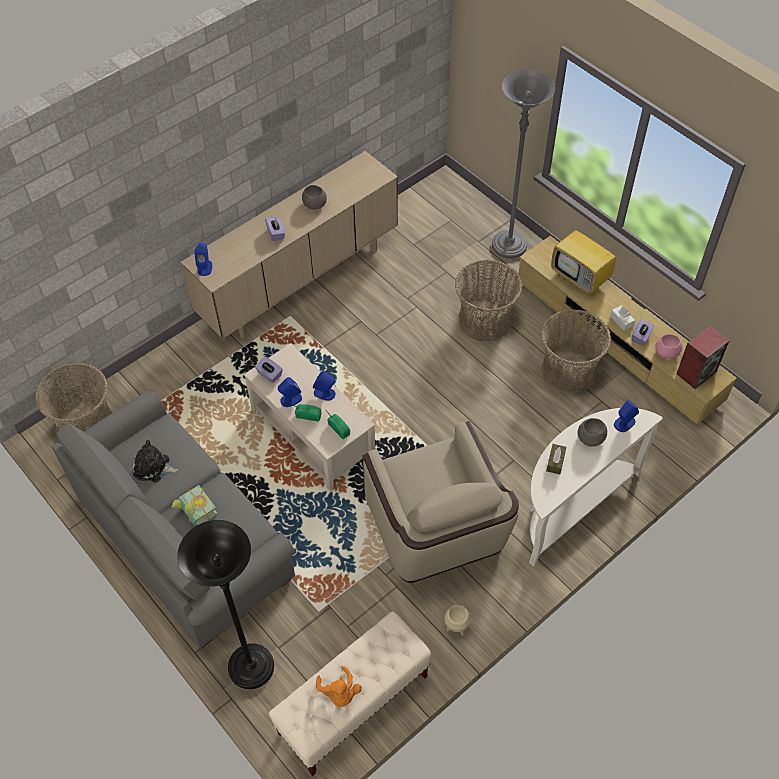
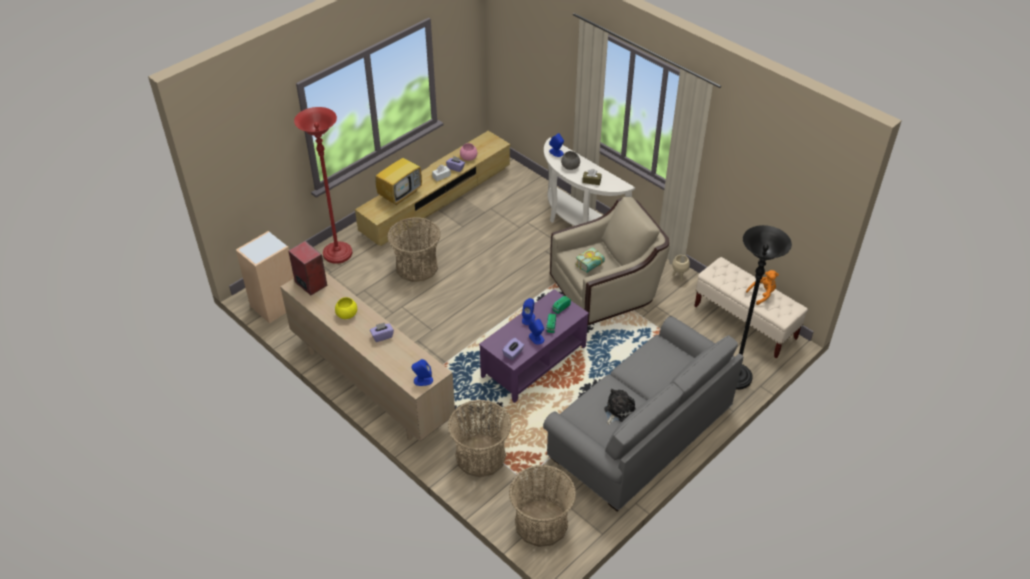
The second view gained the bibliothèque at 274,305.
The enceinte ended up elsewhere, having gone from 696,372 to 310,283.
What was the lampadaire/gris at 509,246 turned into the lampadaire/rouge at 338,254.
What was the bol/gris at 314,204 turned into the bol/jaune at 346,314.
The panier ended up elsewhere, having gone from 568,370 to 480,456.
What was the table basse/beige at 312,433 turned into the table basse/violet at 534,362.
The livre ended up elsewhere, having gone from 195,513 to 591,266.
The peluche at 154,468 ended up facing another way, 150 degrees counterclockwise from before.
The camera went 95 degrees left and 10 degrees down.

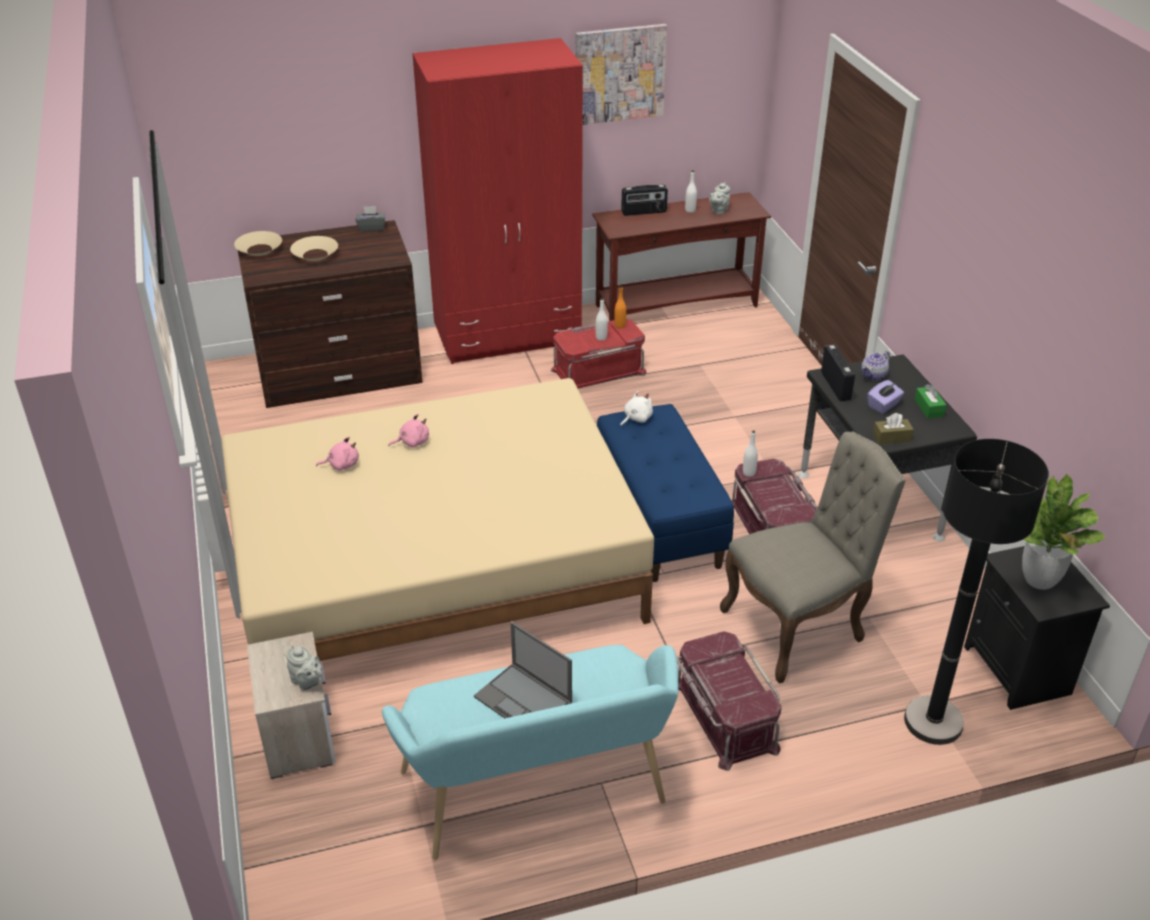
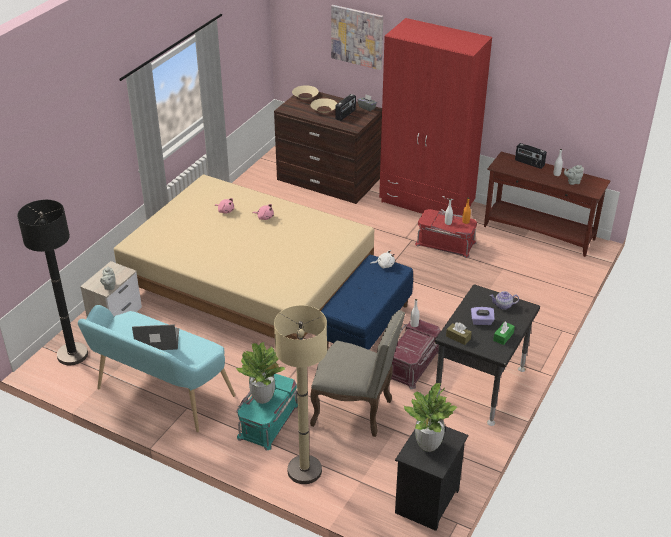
The lampadaire/noir ended up elsewhere, having gone from 933,722 to 72,355.
The ordinateur portable at 524,700 ended up facing another way, 90 degrees clockwise from before.
The second view gained the plante en pot at 263,397.
What was the boîte de rangement/rouge at 723,717 turned into the boîte de rangement/turquoise at 268,421.
The second view gained the lampadaire/beige at 304,470.
The tableau ended up elsewhere, having gone from 619,74 to 357,36.
The radio ended up elsewhere, having gone from 836,386 to 346,114.
The camera went 45 degrees right and 0 degrees up.

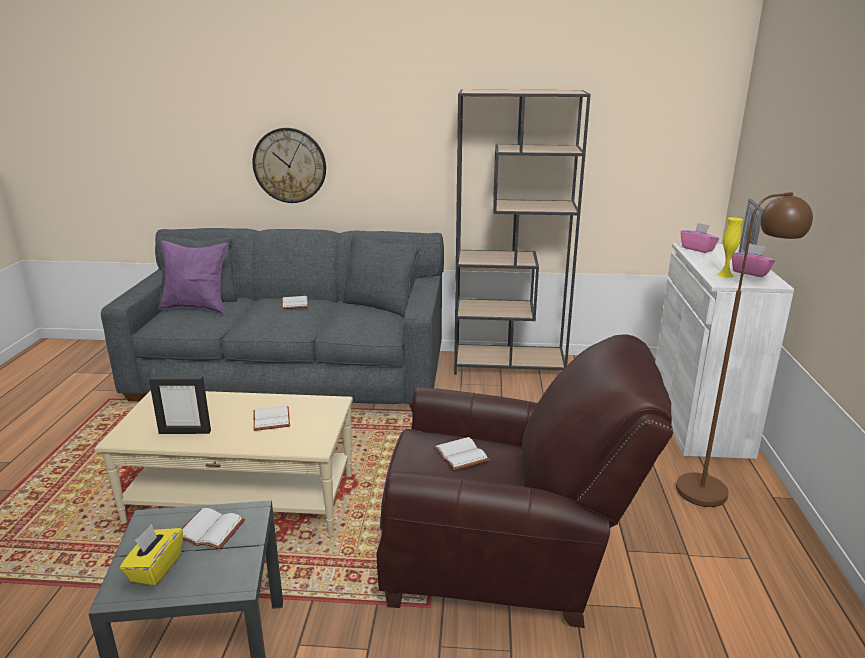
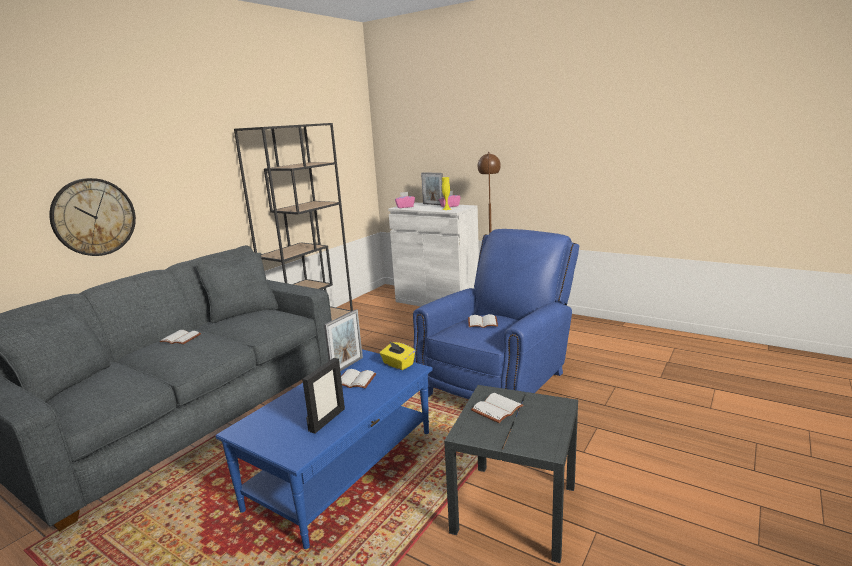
What was the table basse/beige at 243,498 turned into the table basse/bleu at 344,468.
The second view gained the cadre photo at 347,366.
The boîte à mouchoirs/jaune ended up elsewhere, having gone from 155,568 to 398,364.
What was the fauteuil/marron at 507,559 turned into the fauteuil/bleu at 500,379.
The second view lost the coussin/violet at 197,307.
The camera went 60 degrees left and 5 degrees down.

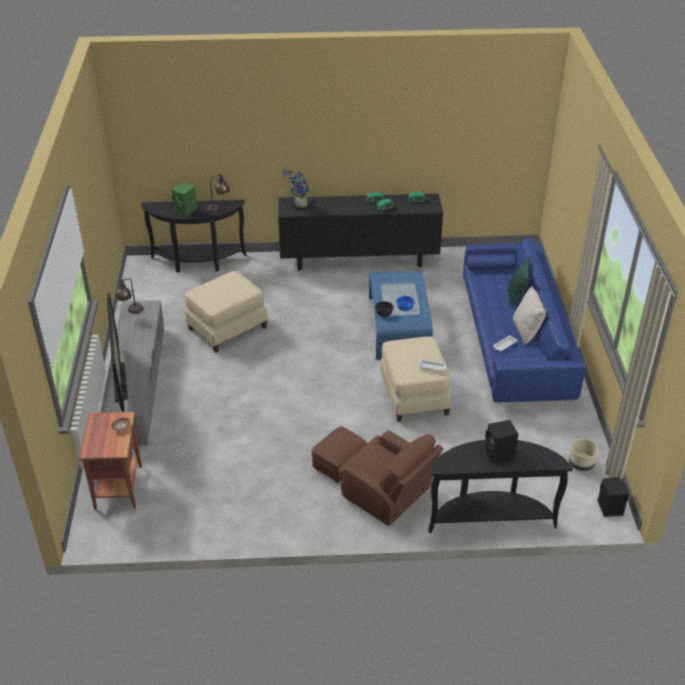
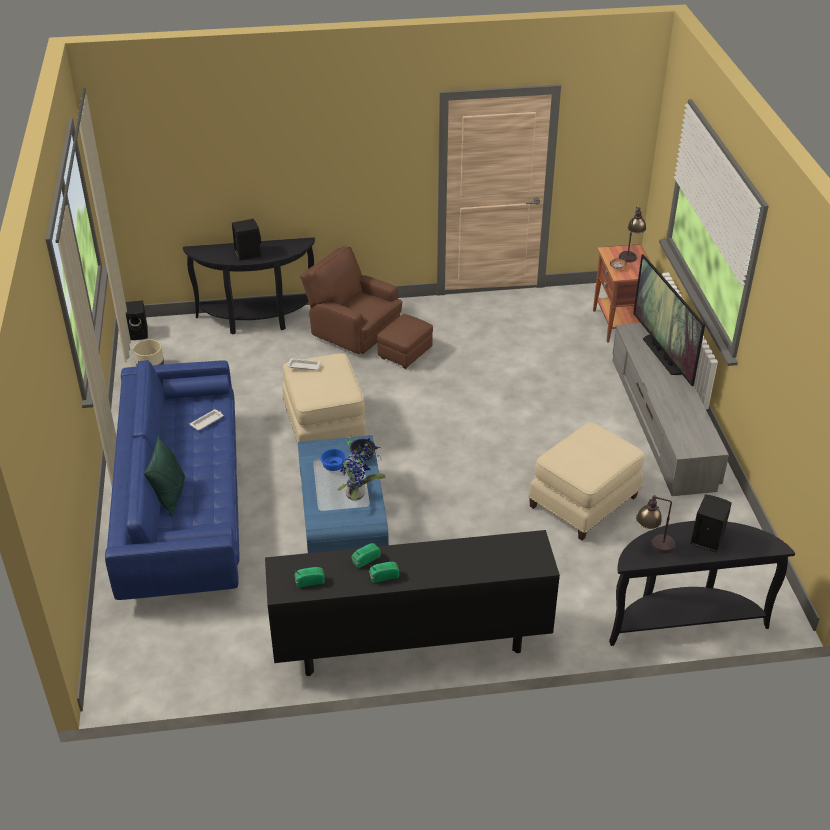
The plante en pot ended up elsewhere, having gone from 299,205 to 358,494.
The lampe de table ended up elsewhere, having gone from 131,312 to 630,254.
What was the enceinte/vert at 186,210 turned into the enceinte/noir at 706,538.
The second view lost the coussin/beige at 526,331.
The camera went 175 degrees right and 0 degrees up.

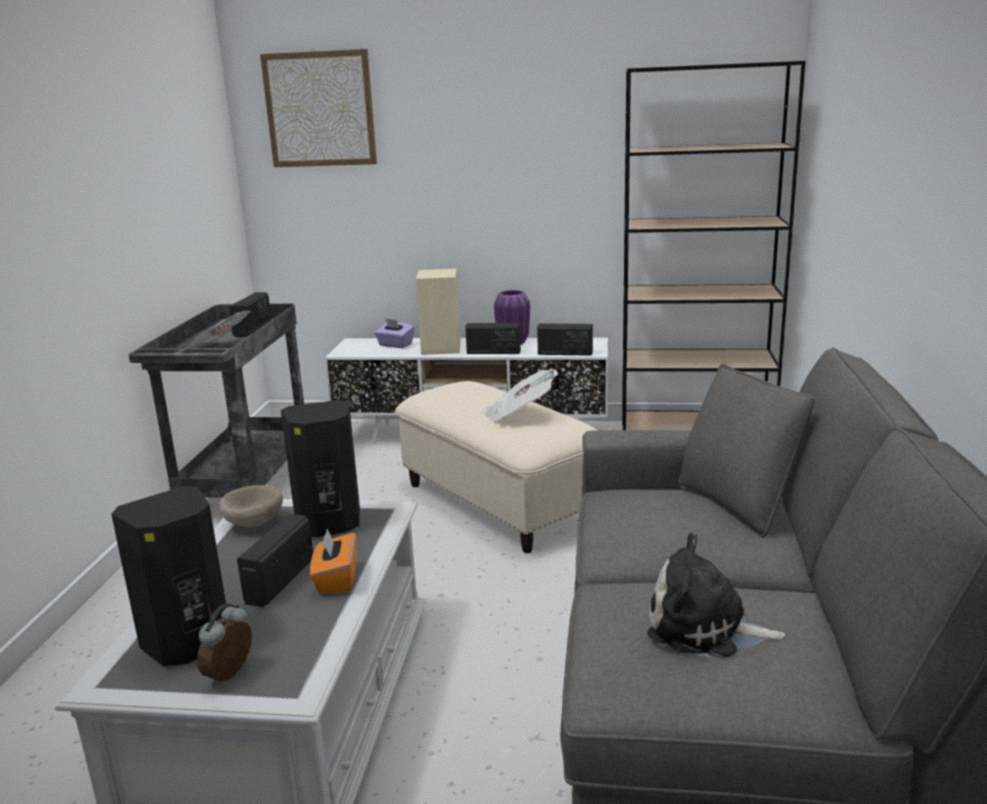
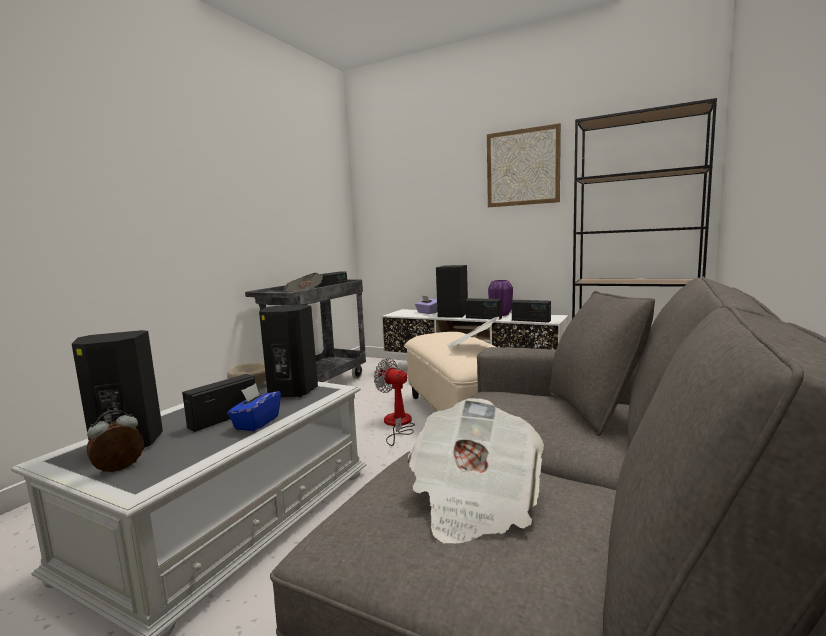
What was the boîte à mouchoirs/orange at 336,580 turned into the boîte à mouchoirs/bleu at 256,423.
The second view gained the ventilateur at 397,425.
Where the peluche stood at 704,628, the journal came to stand at 474,500.
What was the enceinte/beige at 441,347 turned into the enceinte/noir at 453,314.
The tableau ended up elsewhere, having gone from 319,108 to 522,166.
The camera went 20 degrees right and 10 degrees down.

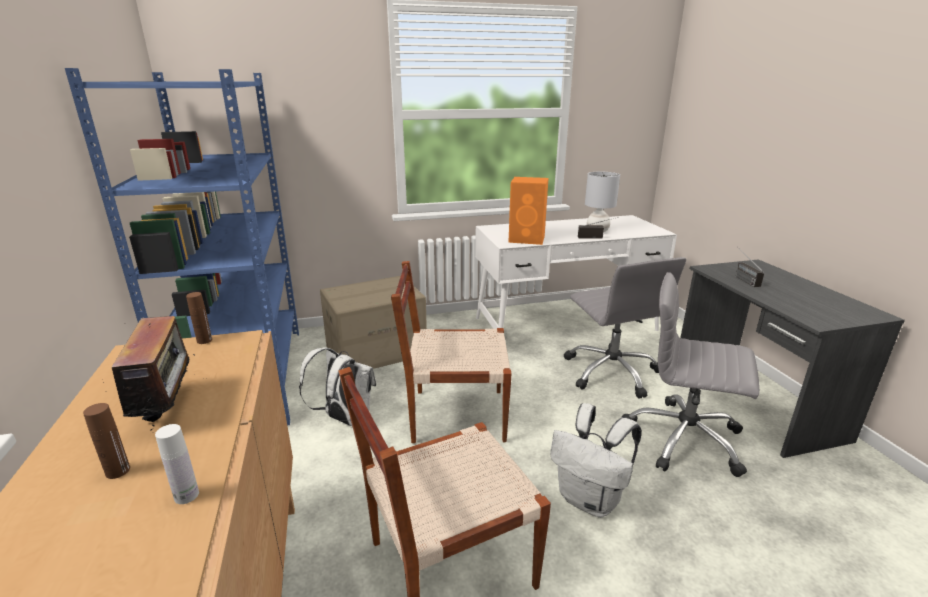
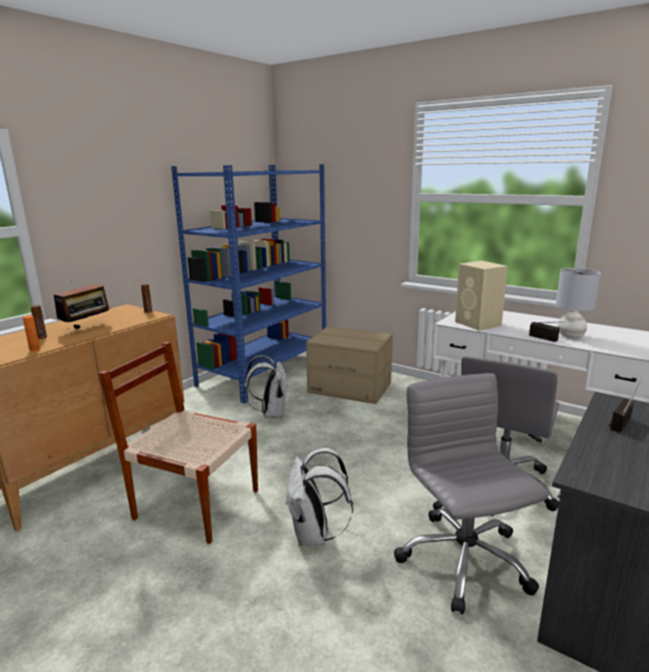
What was the bouteille/blanc at 186,495 turned into the bouteille/orange at 35,349.
What was the enceinte/orange at 528,239 turned into the enceinte/beige at 478,324.
The second view lost the chaise at 455,415.
The camera went 50 degrees right and 5 degrees down.

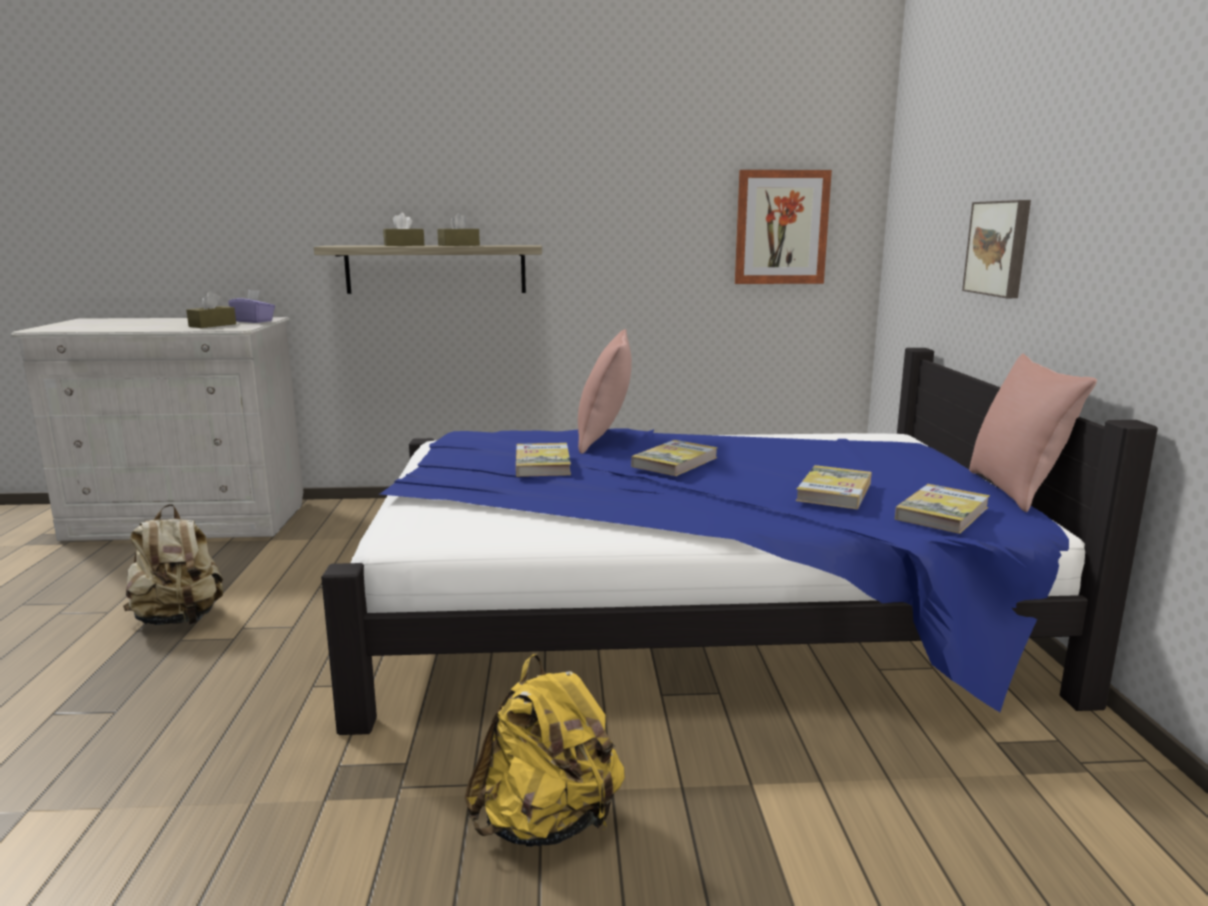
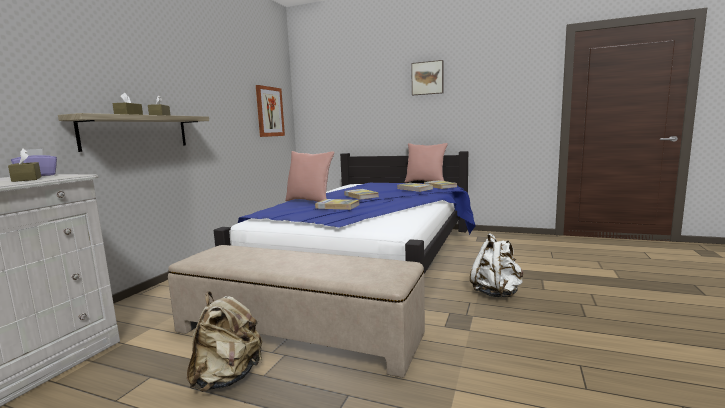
The second view gained the banc/beige at 298,332.
The tableau ended up elsewhere, having gone from 999,248 to 427,78.
What was the sac à dos/jaune at 547,823 turned into the sac à dos/blanc at 496,293.
The camera went 65 degrees left and 5 degrees down.

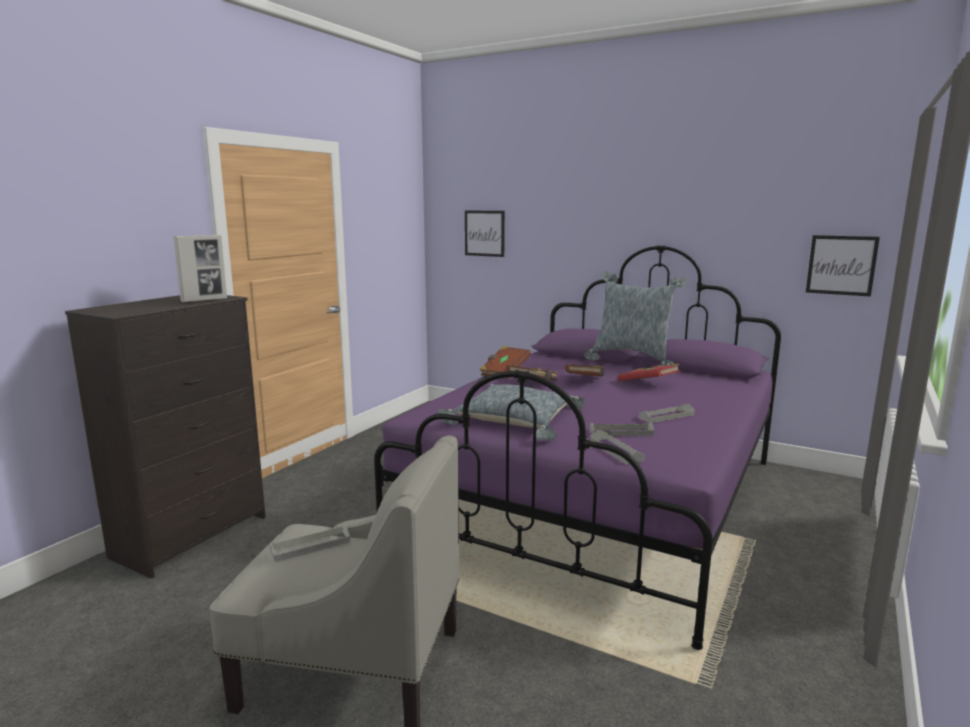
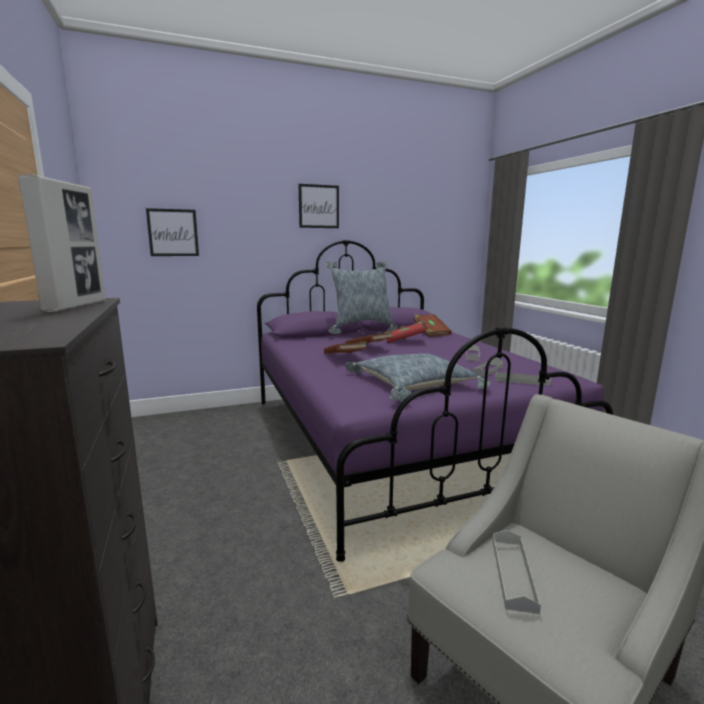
The tableau ended up elsewhere, having gone from 841,265 to 319,206.
The livre/marron ended up elsewhere, having gone from 504,372 to 430,333.
The camera went 50 degrees left and 0 degrees up.

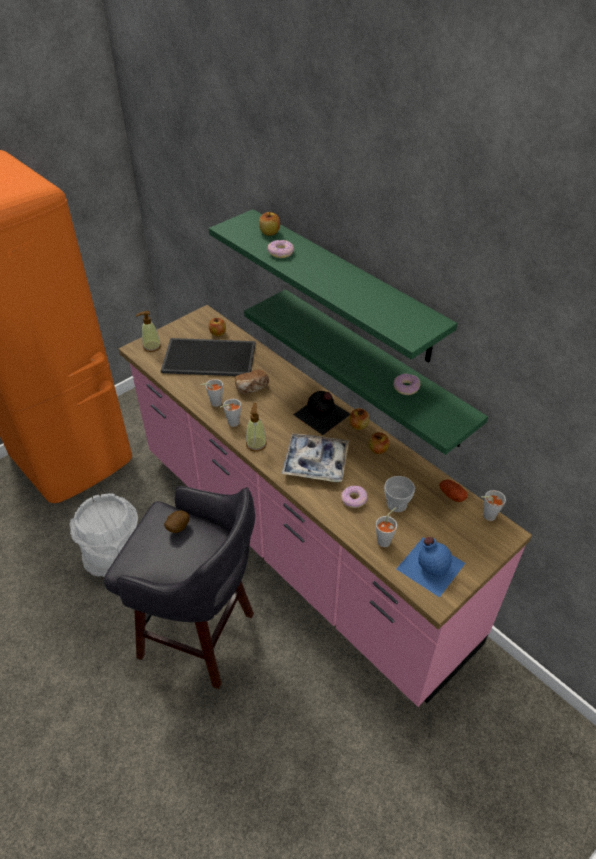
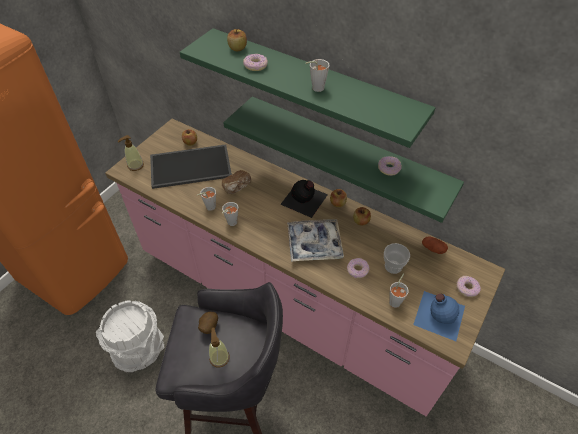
The distributeur de savon ended up elsewhere, having gone from 256,444 to 219,357.
The tasse/gris ended up elsewhere, having gone from 486,516 to 315,88.
The second view gained the beignet at 467,288.
The camera went 15 degrees left and 5 degrees up.

